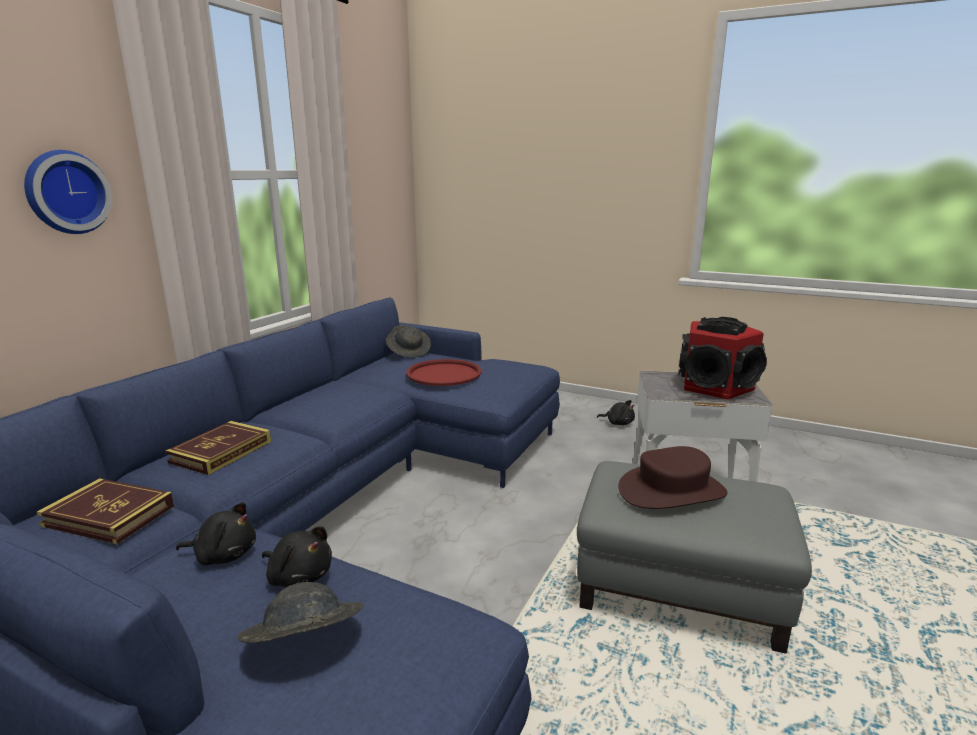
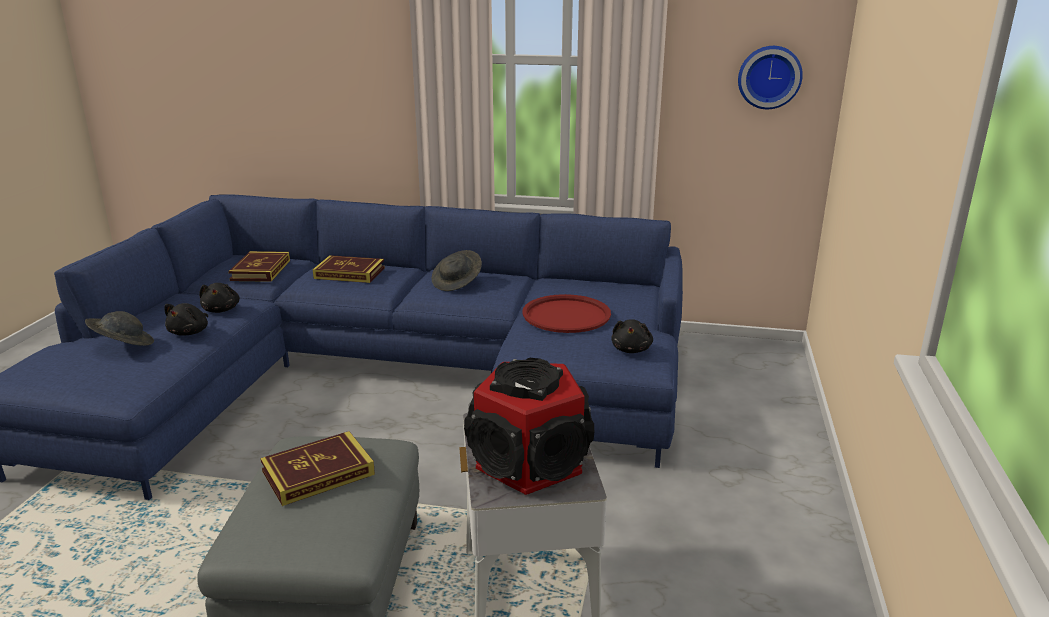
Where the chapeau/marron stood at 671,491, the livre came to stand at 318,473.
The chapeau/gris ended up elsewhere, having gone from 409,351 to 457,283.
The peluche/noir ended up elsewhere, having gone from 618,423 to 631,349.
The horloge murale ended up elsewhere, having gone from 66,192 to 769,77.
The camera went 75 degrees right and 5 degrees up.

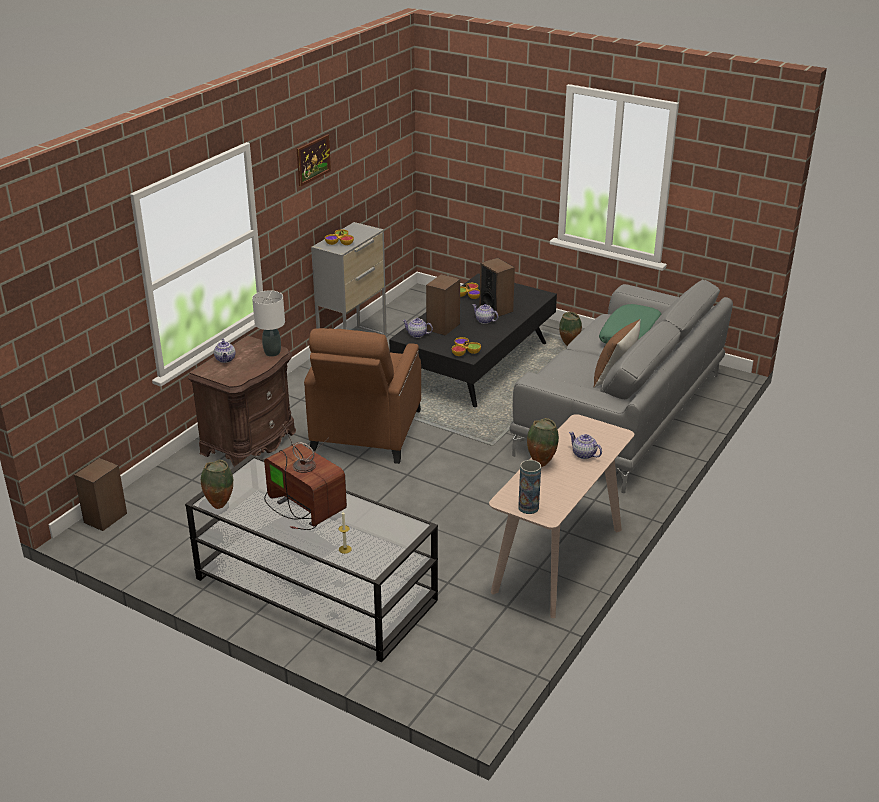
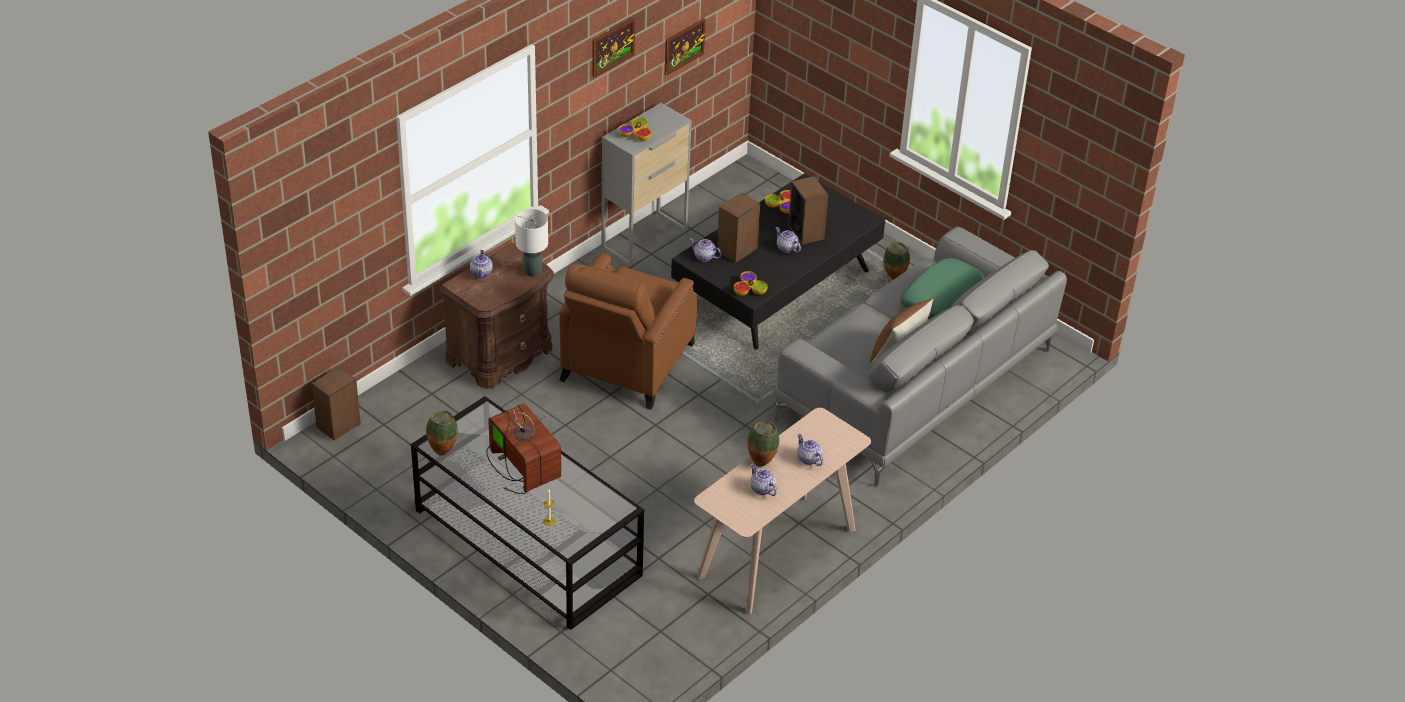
The second view gained the tableau at 684,46.
The second view gained the théière at 762,489.
The second view lost the vase at 528,507.
The camera went 10 degrees right and 10 degrees up.

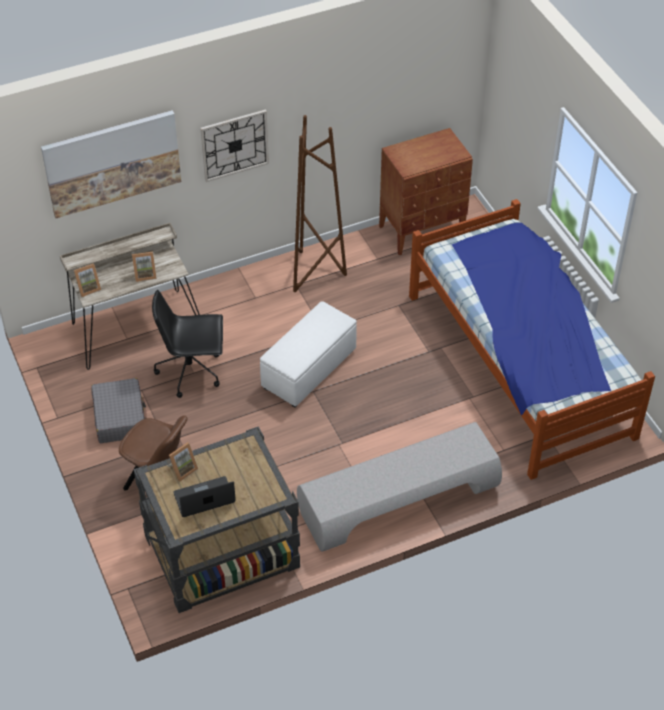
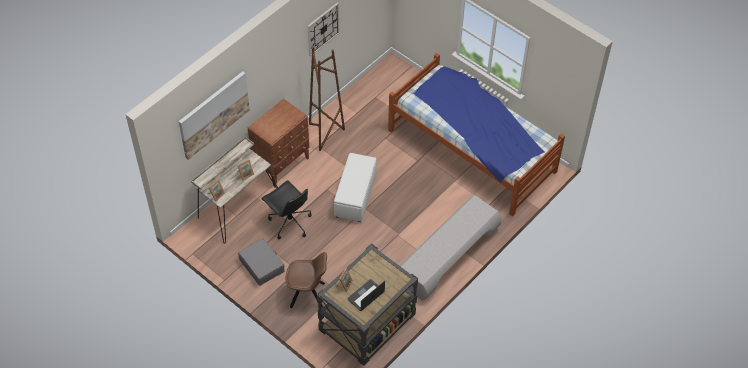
The commode/marron ended up elsewhere, having gone from 423,231 to 282,165.
The chaise de bureau/noir at 193,372 ended up facing another way, 105 degrees counterclockwise from before.
The horloge murale ended up elsewhere, having gone from 234,145 to 323,29.
The camera went 25 degrees left and 5 degrees up.

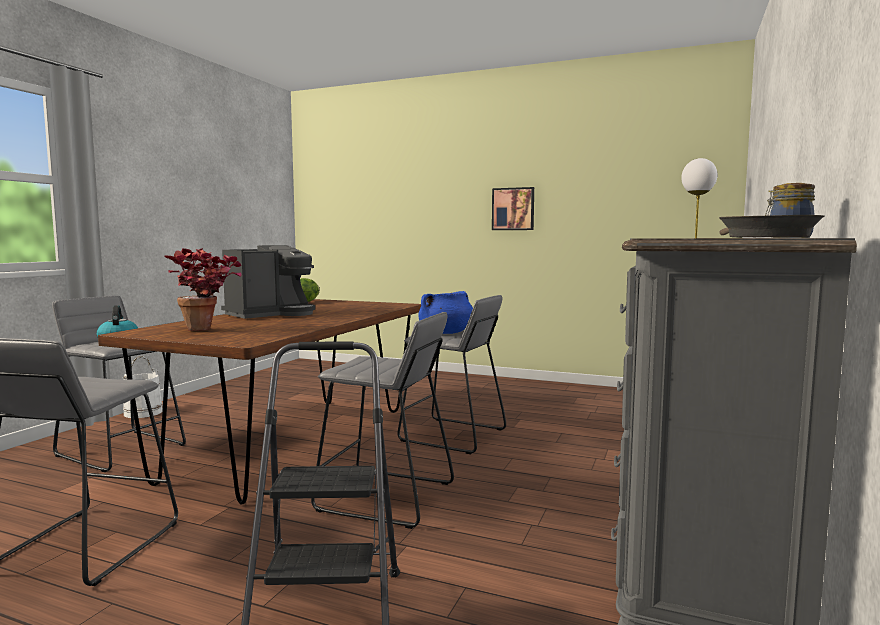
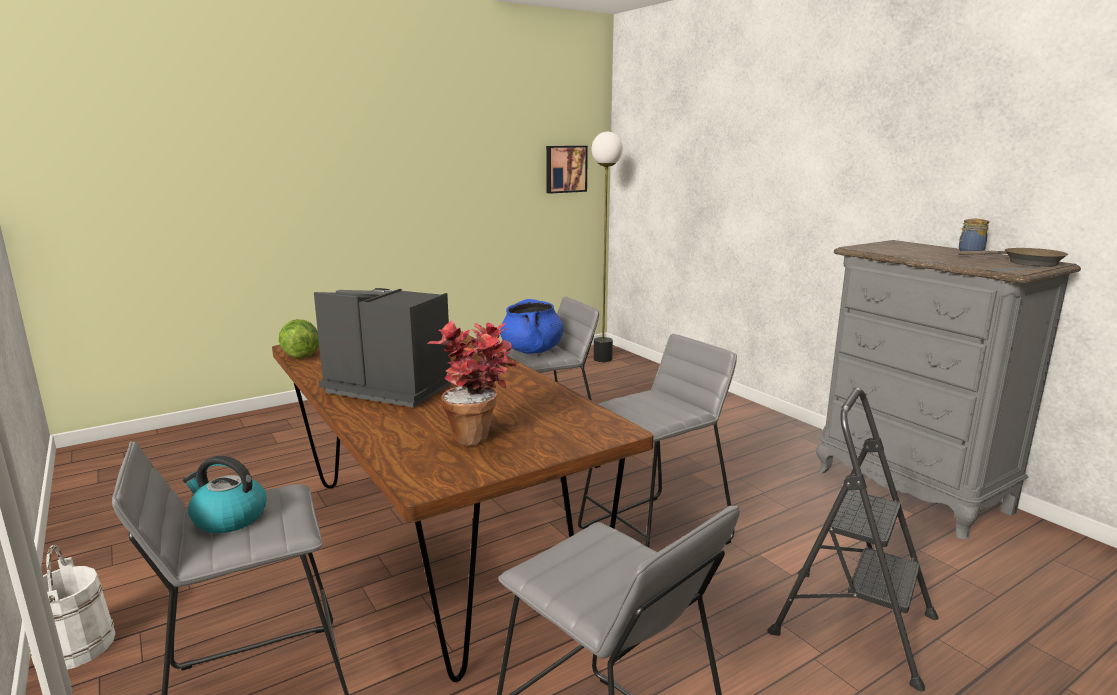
The machine à café at 271,314 ended up facing another way, 60 degrees counterclockwise from before.
The tableau ended up elsewhere, having gone from 513,209 to 565,169.
The camera went 55 degrees left and 10 degrees up.

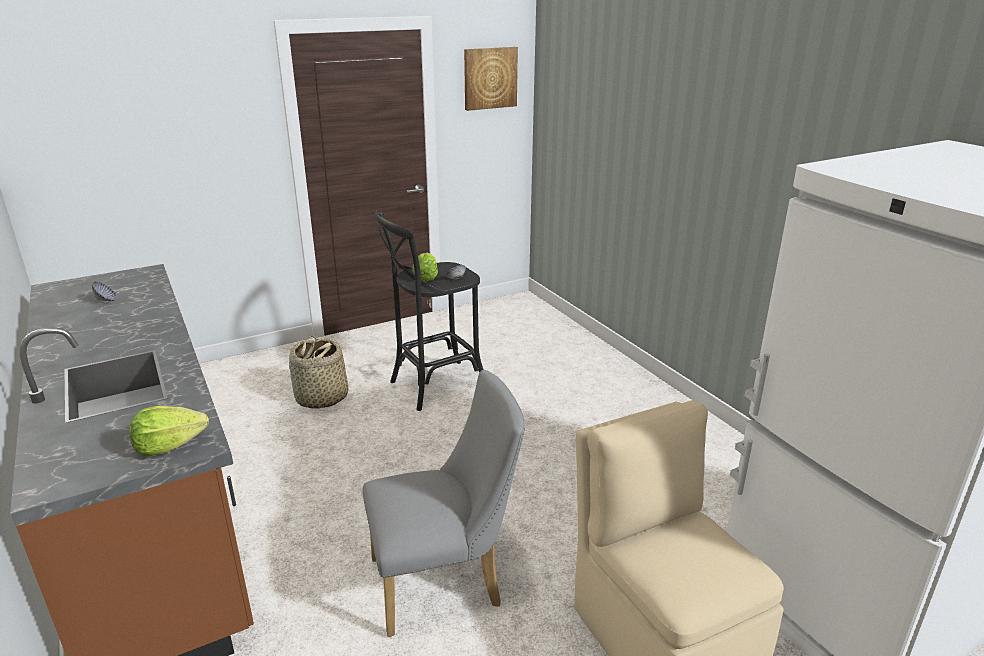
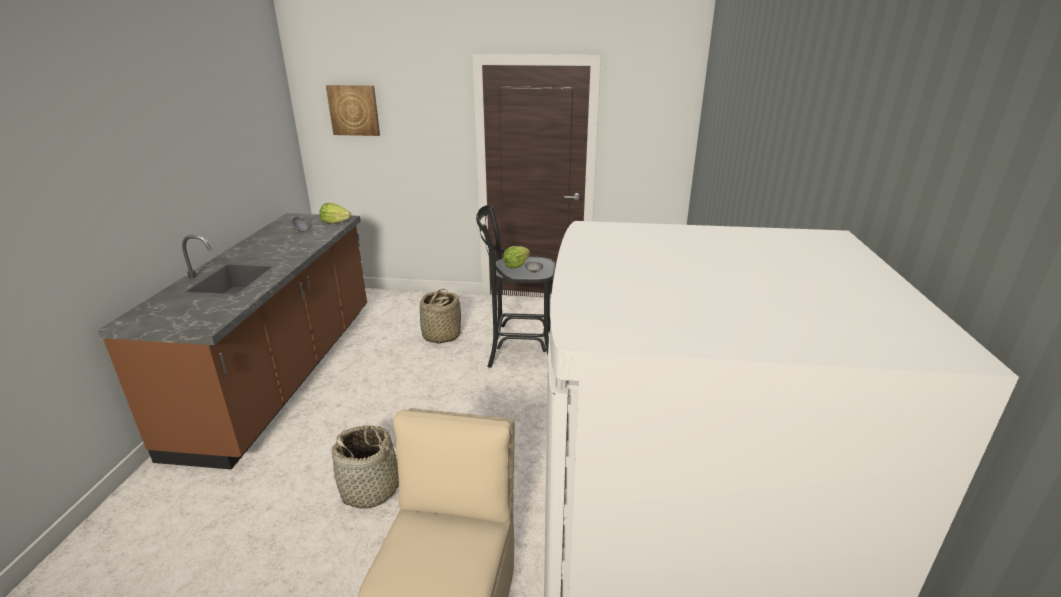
The laitue ended up elsewhere, having gone from 169,446 to 335,222.
The tableau ended up elsewhere, having gone from 490,78 to 354,110.
Where the chaise/gris stood at 445,581, the panier came to stand at 371,490.
The camera went 35 degrees right and 0 degrees up.

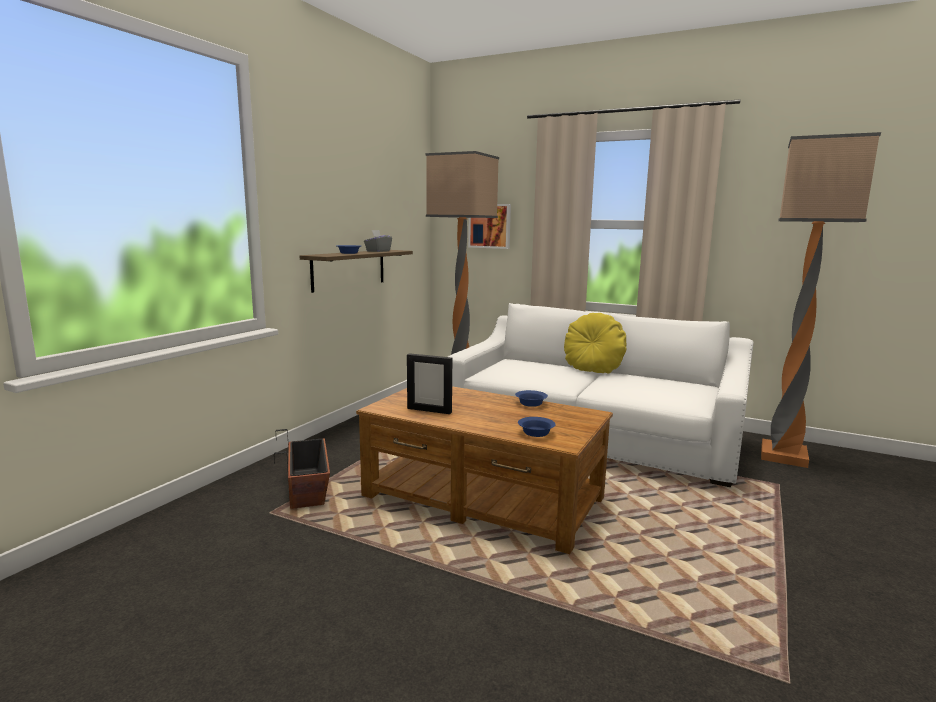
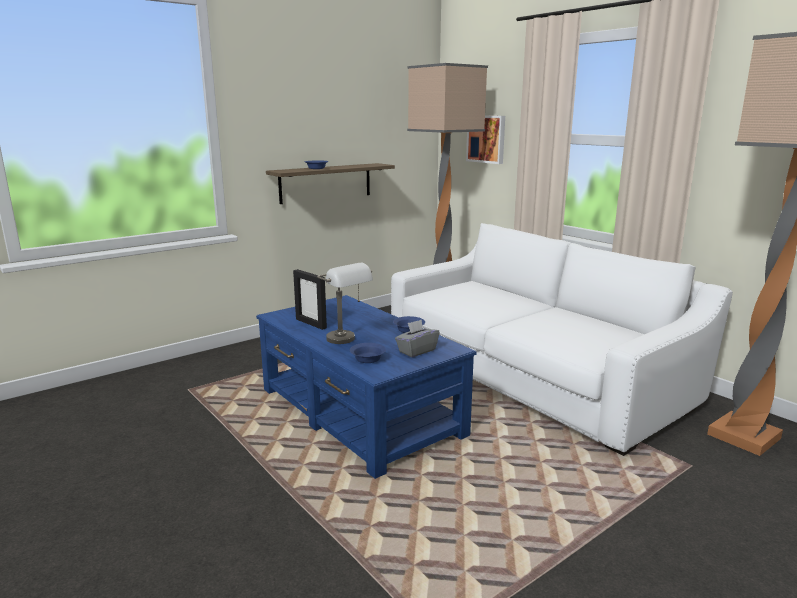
What was the table basse/marron at 483,498 turned into the table basse/bleu at 359,412.
The second view gained the lampe de table/gris at 347,341.
The boîte à mouchoirs/gris ended up elsewhere, having gone from 378,251 to 416,351.
The second view lost the cache-pot at 307,488.
The second view lost the coussin/jaune at 593,371.
The camera went 25 degrees right and 5 degrees up.

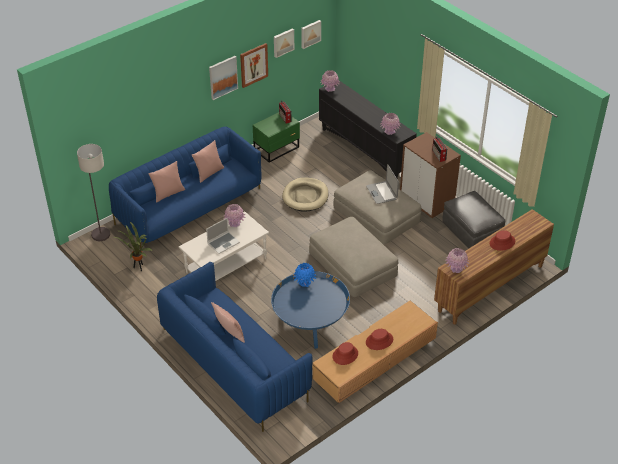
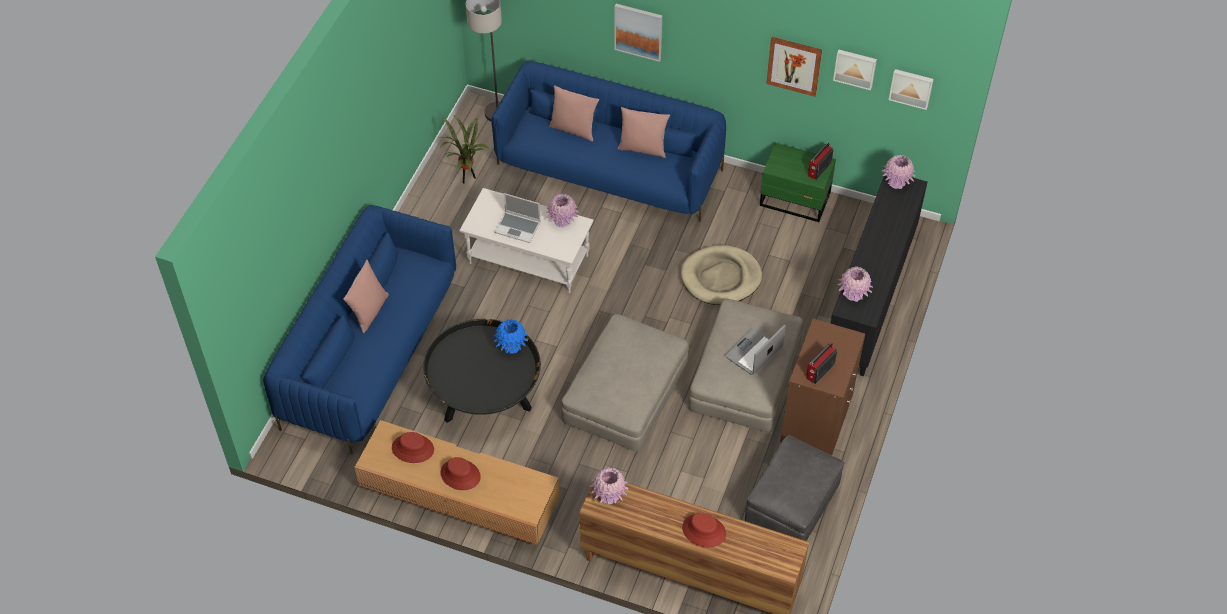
What was the table basse/bleu at 310,323 turned into the table basse/noir at 485,395.
The tableau ended up elsewhere, having gone from 223,77 to 638,31.
The camera went 60 degrees right and 10 degrees up.

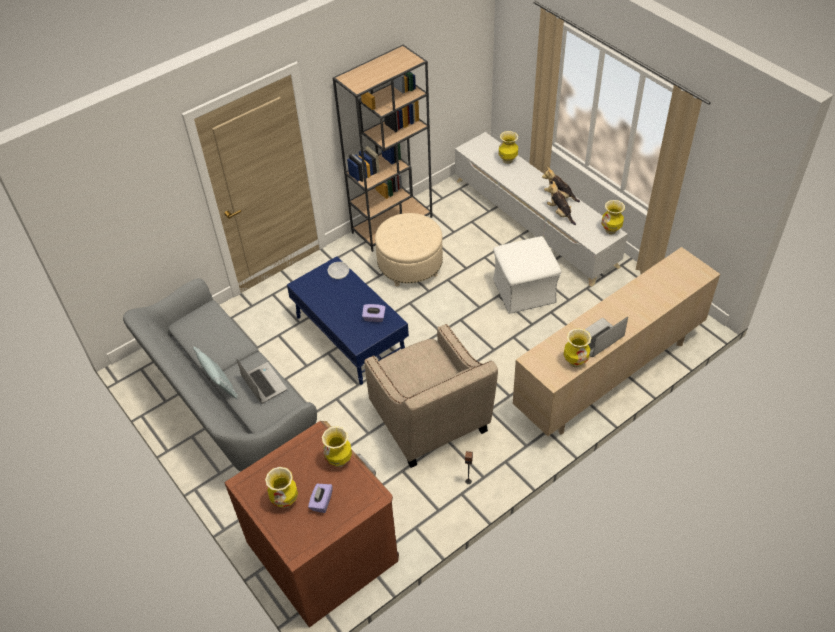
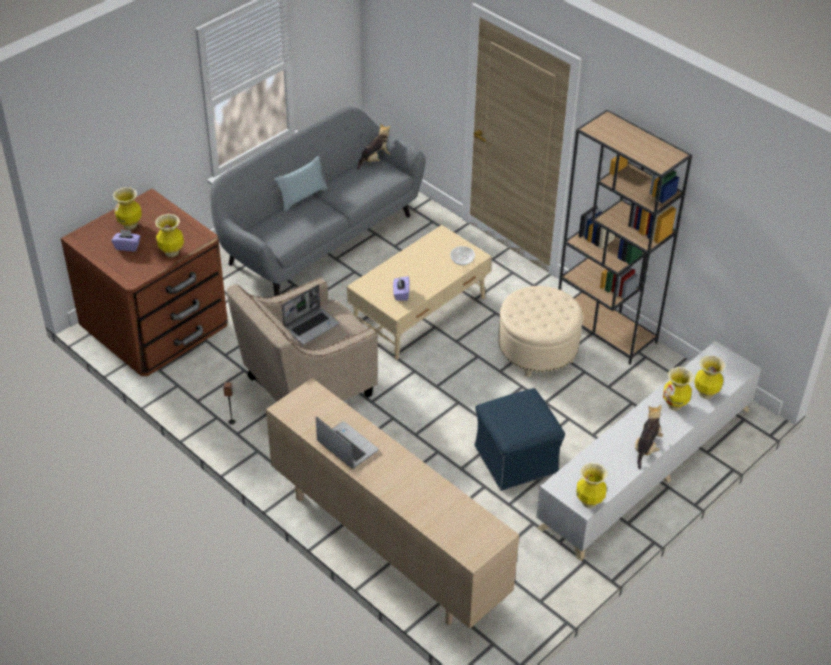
The ordinateur portable ended up elsewhere, having gone from 263,383 to 311,326.
What was the table basse/bleu at 350,336 turned into the table basse/beige at 419,312.
The peluche ended up elsewhere, having gone from 560,213 to 375,159.
What was the pouf/blanc at 525,291 turned into the pouf/bleu at 516,460.
The vase ended up elsewhere, having gone from 575,362 to 674,405.
The camera went 80 degrees right and 5 degrees down.

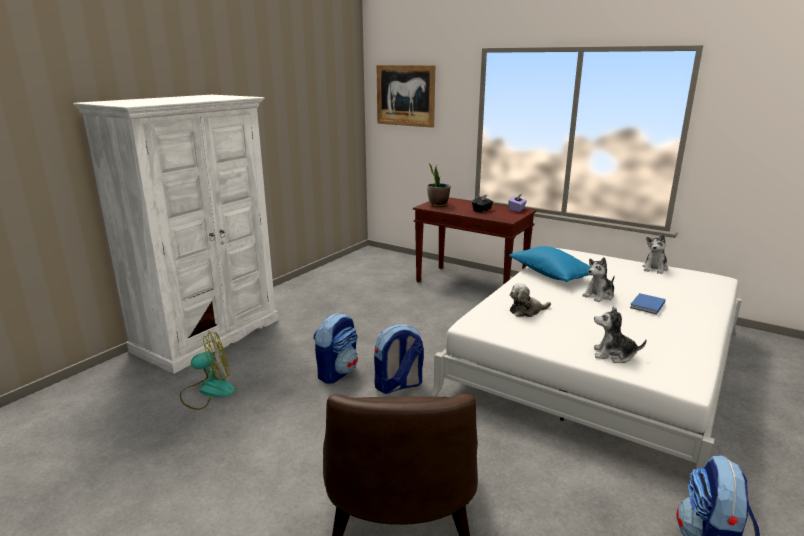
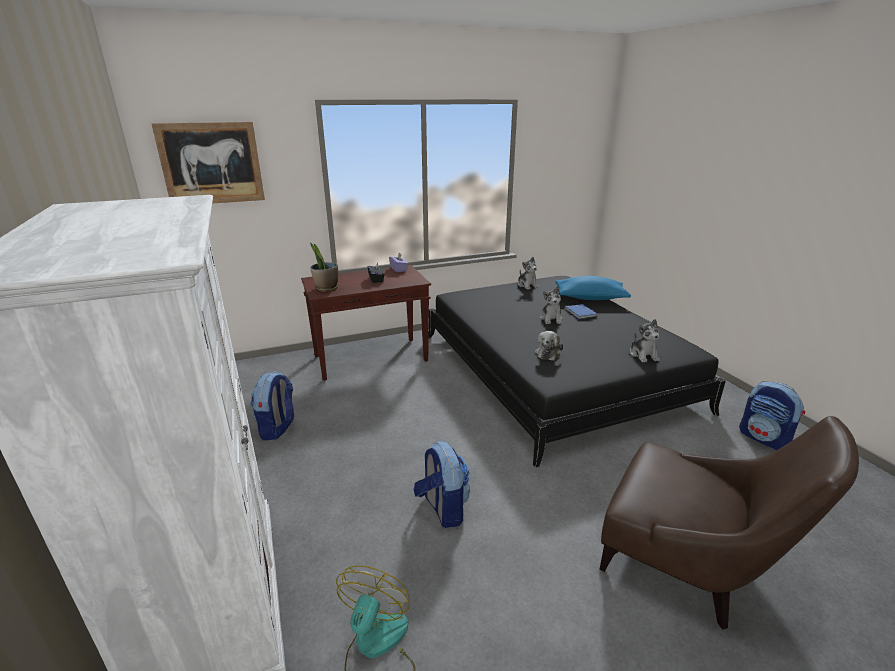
The sac à dos ended up elsewhere, having gone from 398,385 to 278,428.
What was the lit/blanc at 598,361 turned into the lit/noir at 552,370.
The coussin/bleu ended up elsewhere, having gone from 551,274 to 590,298.
The peluche at 613,355 ended up facing another way, 60 degrees counterclockwise from before.
The camera went 55 degrees left and 5 degrees up.

